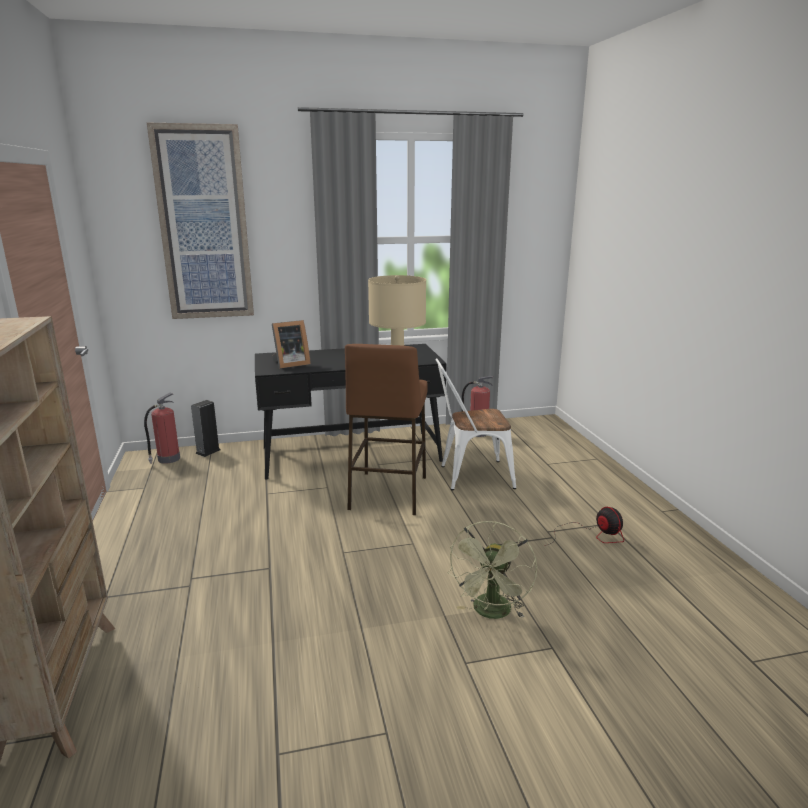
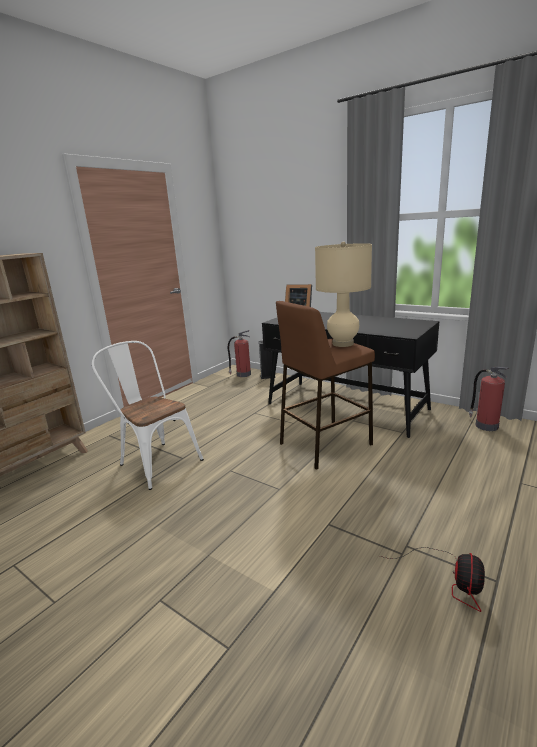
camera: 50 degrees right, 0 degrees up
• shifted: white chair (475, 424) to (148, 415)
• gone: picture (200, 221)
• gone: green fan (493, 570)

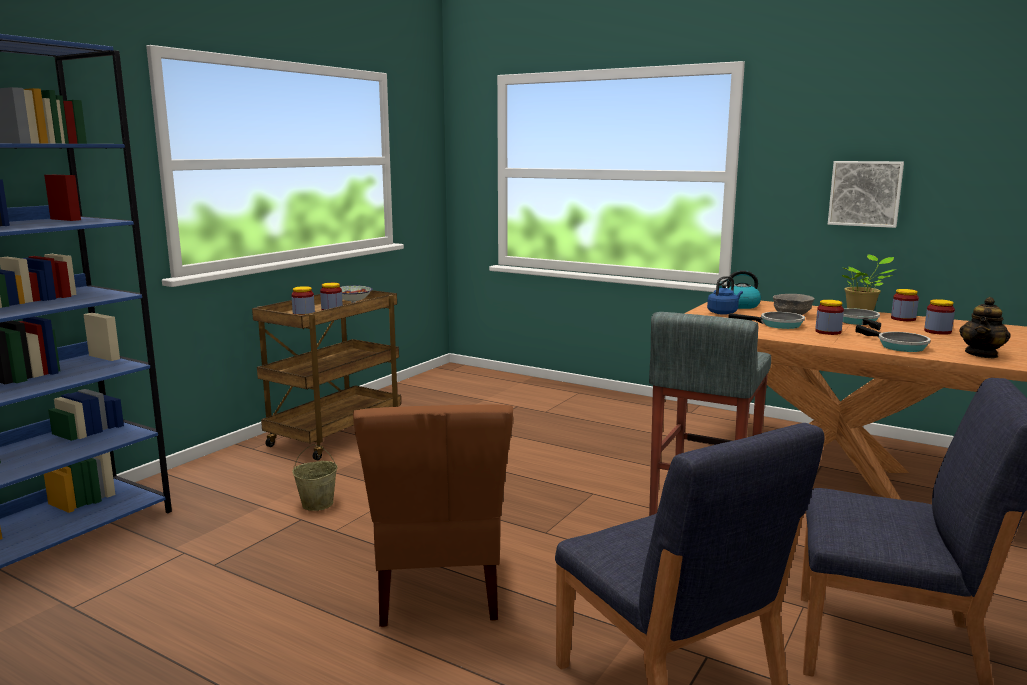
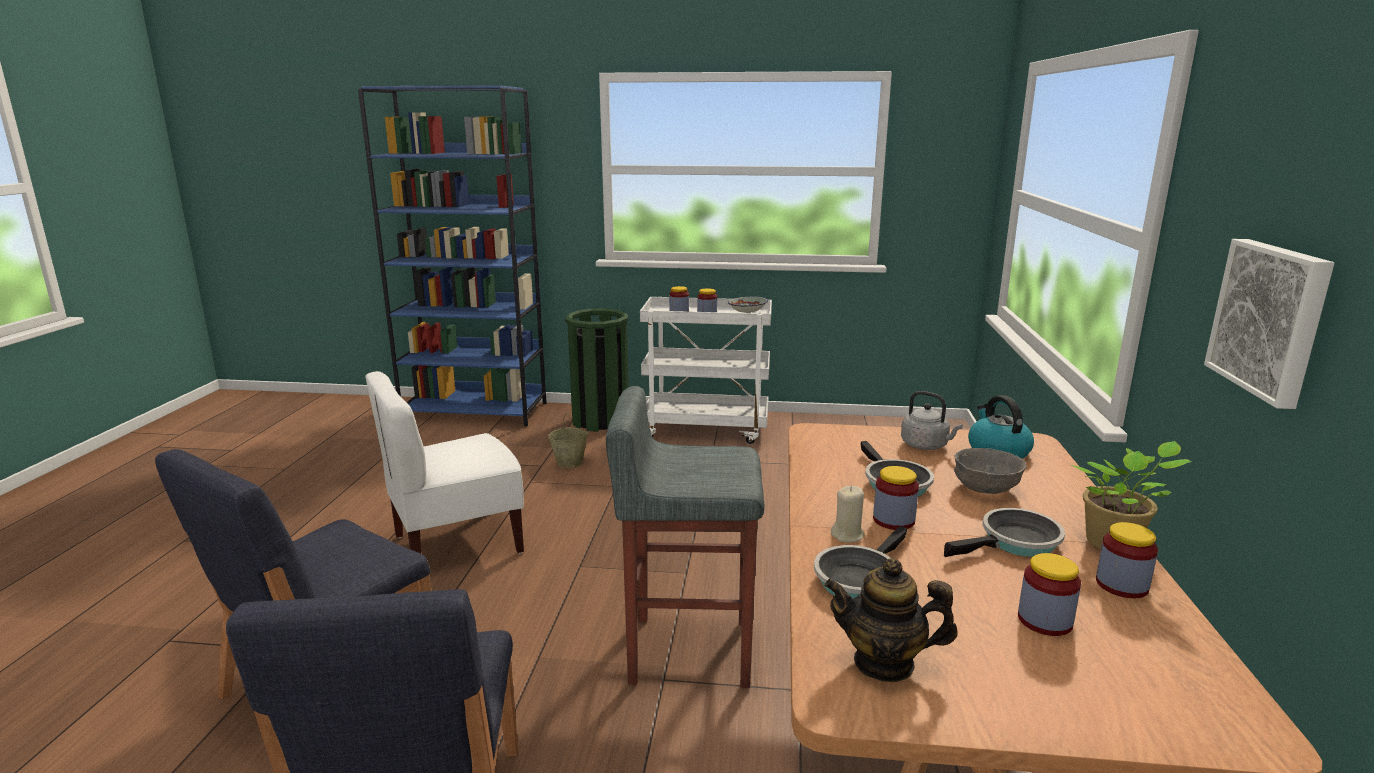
camera: 65 degrees right, 5 degrees up
• repainted: brown chair (433, 515) to white chair (444, 462)
• new: green trash can (597, 370)
• repainted: brown cart (326, 375) to white cart (706, 370)
• new: beige candle (848, 514)
• repainted: blue kettle (725, 295) to grey kettle (932, 420)

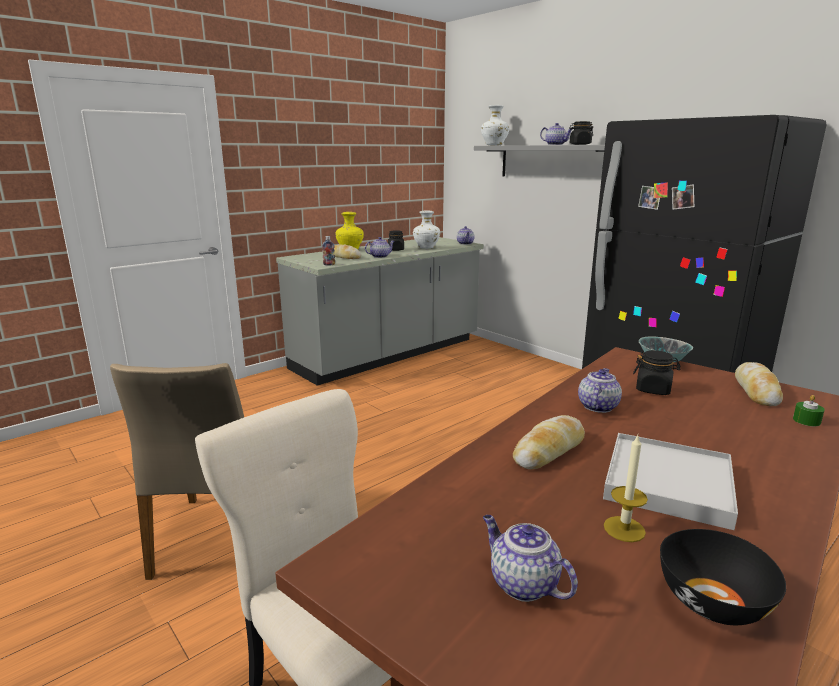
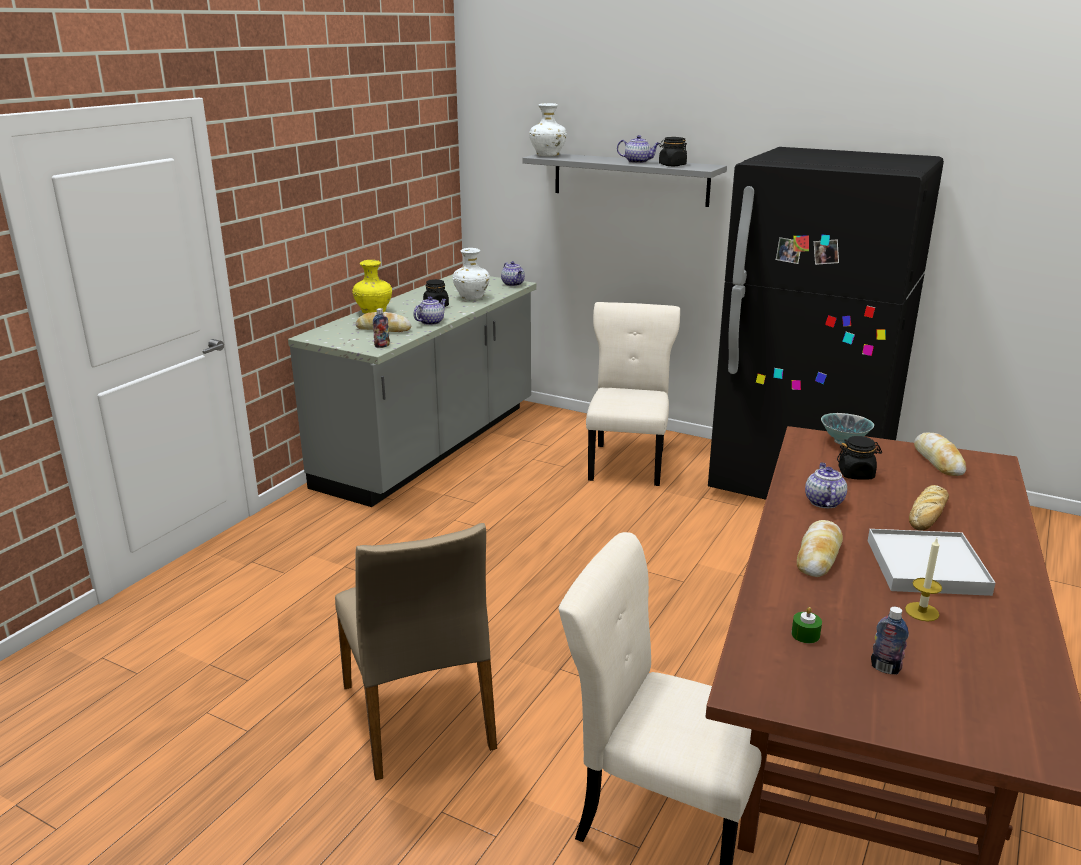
camera: 20 degrees left, 5 degrees up
• new: beige chair (633, 394)
• shifted: green candle (809, 410) to (806, 625)
• swapped: teapot (530, 558) to bottle (890, 641)
• new: bread (929, 507)
• gone: black bowl (723, 577)

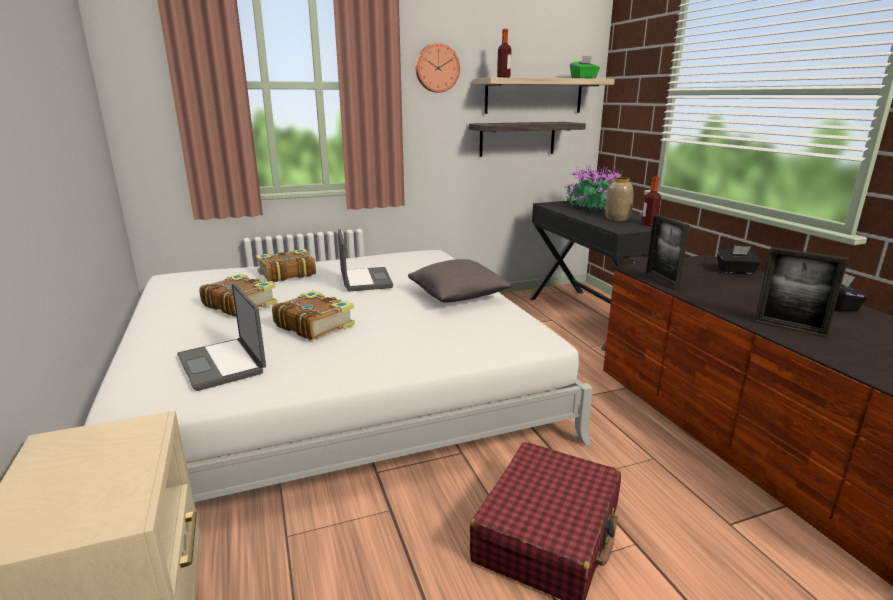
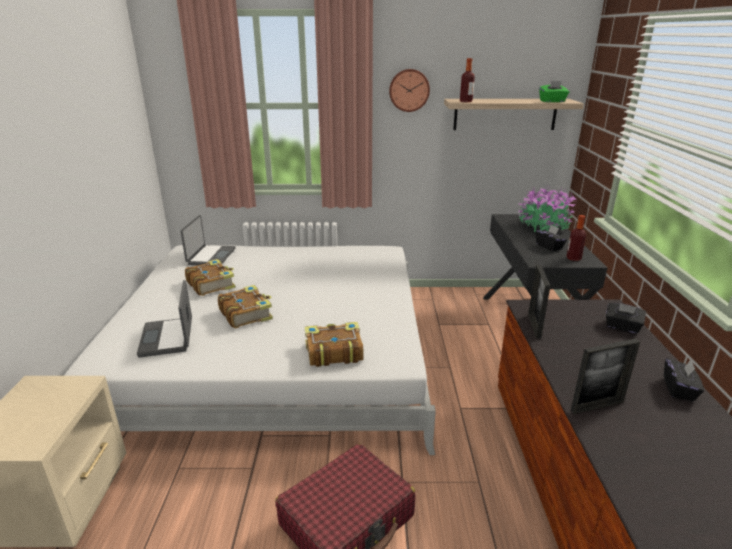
camera: 20 degrees right, 5 degrees up
• shifted: laptop (365, 260) to (208, 240)
• shifted: book (286, 265) to (334, 344)
• swapped: vase (619, 199) to black tissue box (551, 238)
• rotated: picture frame (801, 292) = (605, 376) 75 degrees counterclockwise
• gone: grey pillow (460, 281)
• gone: shelf (527, 139)

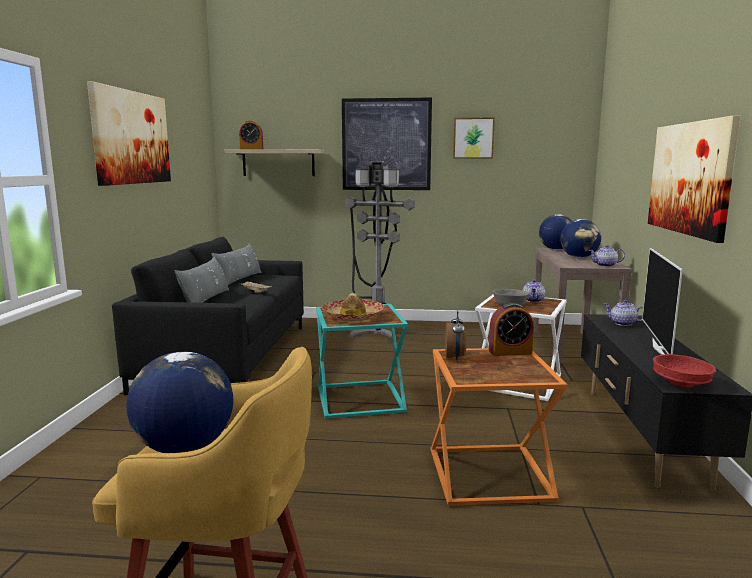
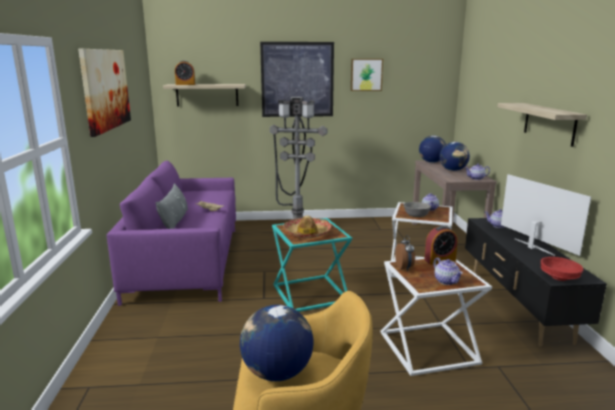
camera: 10 degrees left, 5 degrees up
• repainted: black sofa (208, 316) to purple sofa (171, 233)
• repainted: orange side table (499, 427) to white side table (436, 316)
• new: teapot (448, 271)
• swapped: picture (694, 179) to shelf (542, 125)
• rotated: television (662, 301) = (546, 215) 150 degrees clockwise
• gone: grey pillow (236, 264)

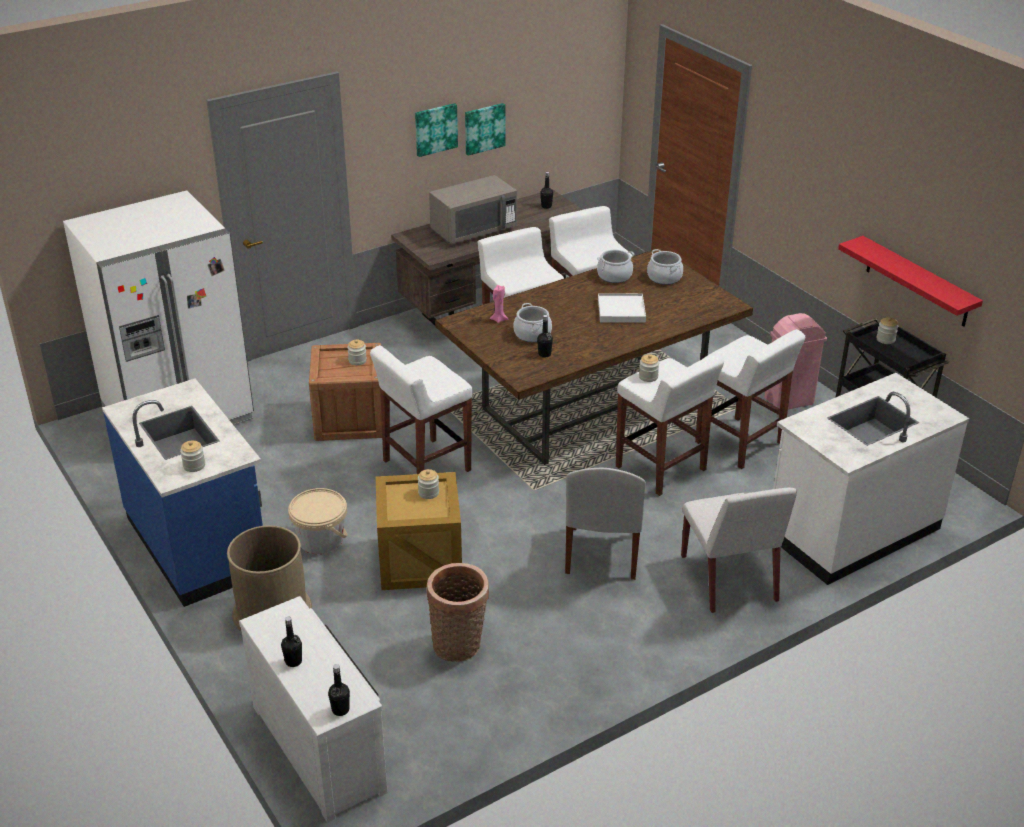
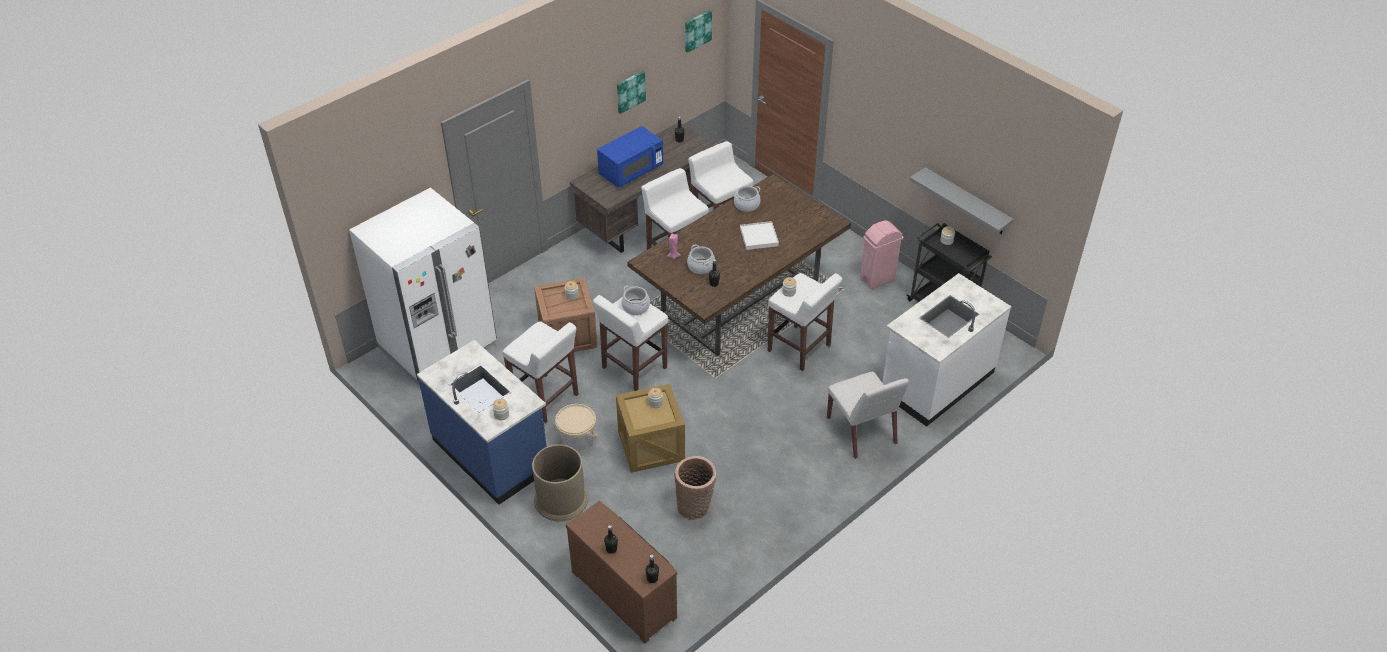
camera: 10 degrees left, 10 degrees up
• shifted: white stool (750, 399) to (540, 372)
• repainted: white dresser (313, 709) to brown dresser (621, 572)
• repainted: grey microwave (473, 209) to blue microwave (630, 157)
• shifted: cooking pot (665, 267) to (636, 300)
• shifted: picture (436, 130) to (698, 31)
• repainted: red shelf (910, 281) to grey shelf (962, 200)
• gone: white chair (605, 524)

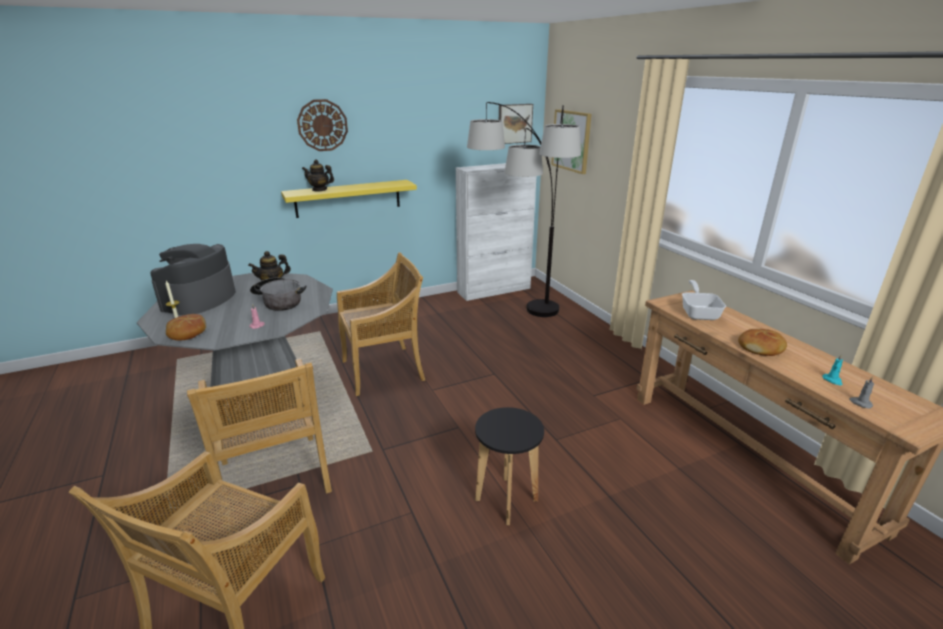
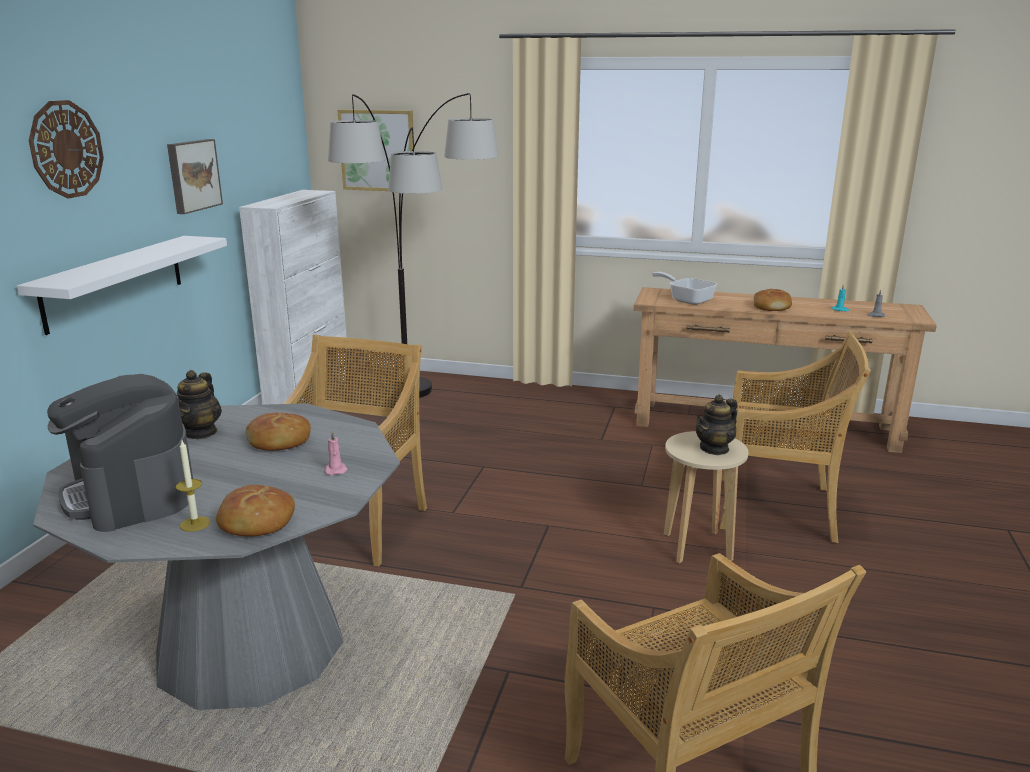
camera: 50 degrees left, 5 degrees down
• repainted: yellow shelf (349, 199) to white shelf (122, 285)
• shifted: picture (516, 124) to (195, 176)
• swapped: cooking pot (278, 294) to bread (278, 431)
• repainted: black stool (509, 466) to beige stool (706, 497)
• shifted: teapot (318, 175) to (716, 425)
• shifted: beige chair (259, 426) to (795, 437)

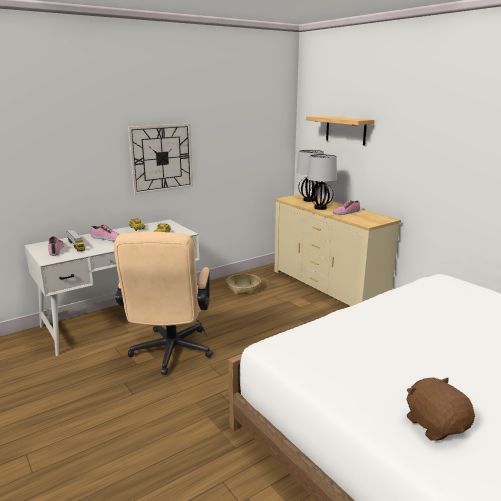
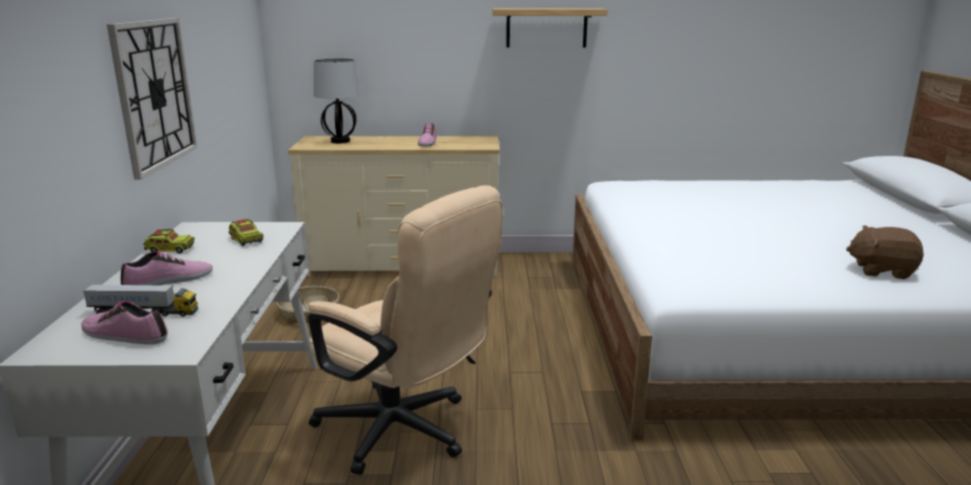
camera: 55 degrees left, 0 degrees up
• shifted: shelf (340, 130) to (550, 27)
• gone: table lamp (322, 182)

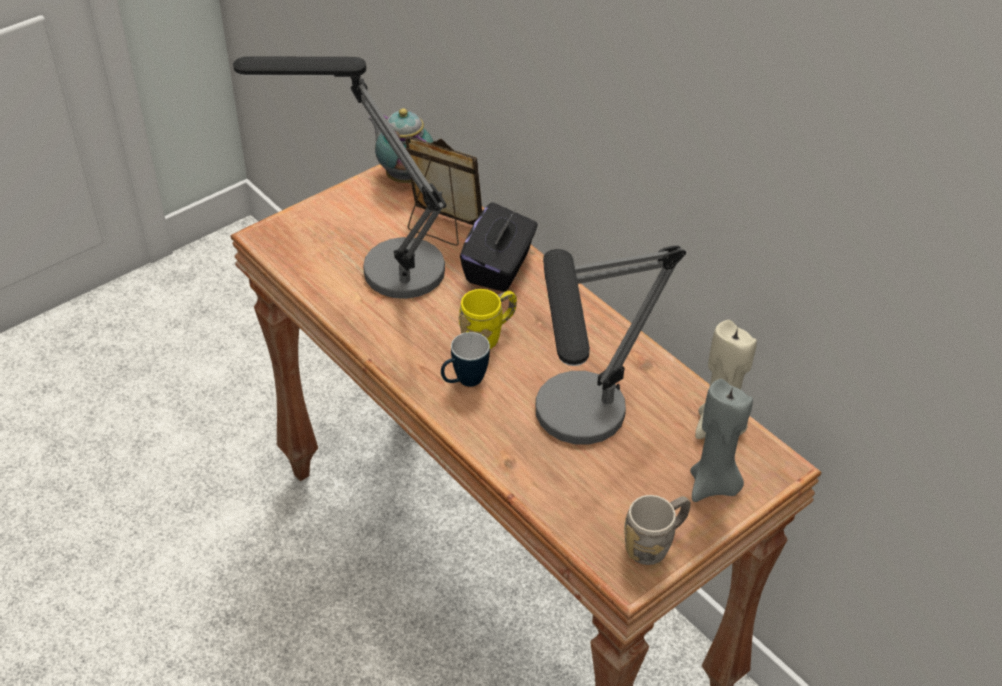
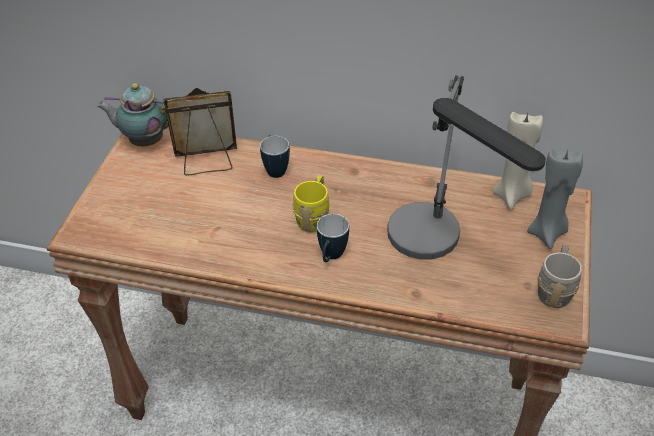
camera: 35 degrees left, 0 degrees up
• swapped: black tissue box (499, 247) to mug (275, 156)
• gone: table lamp (339, 177)

